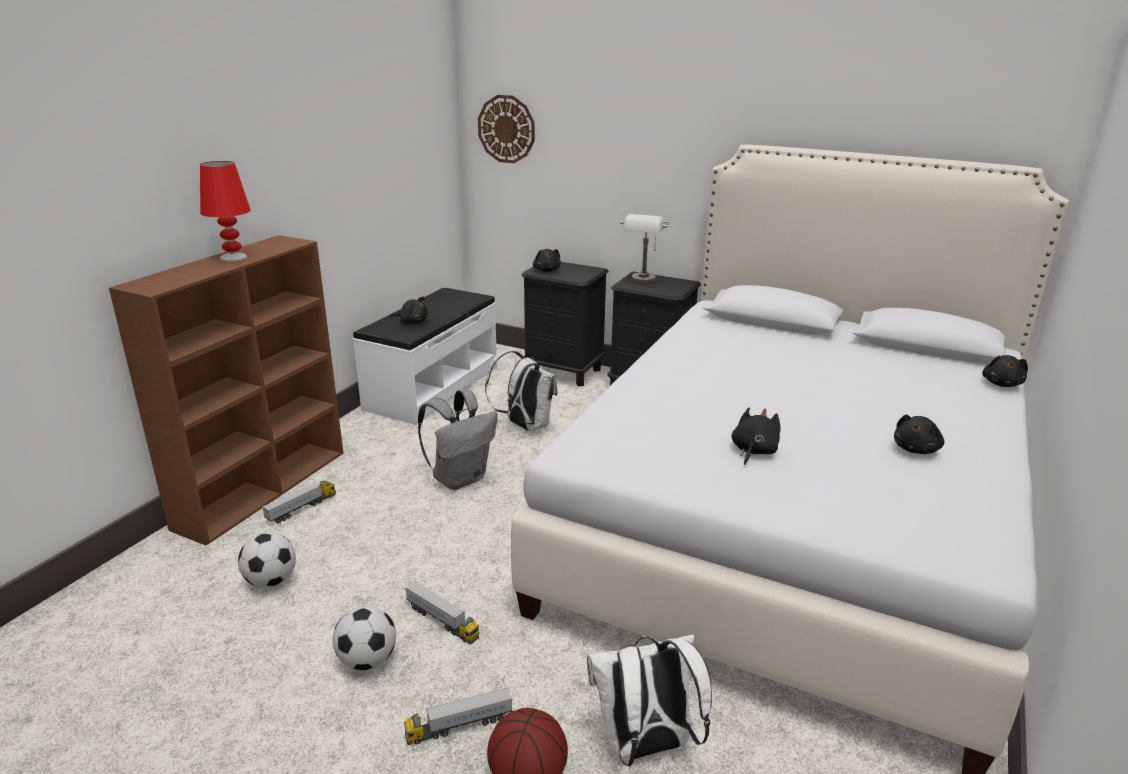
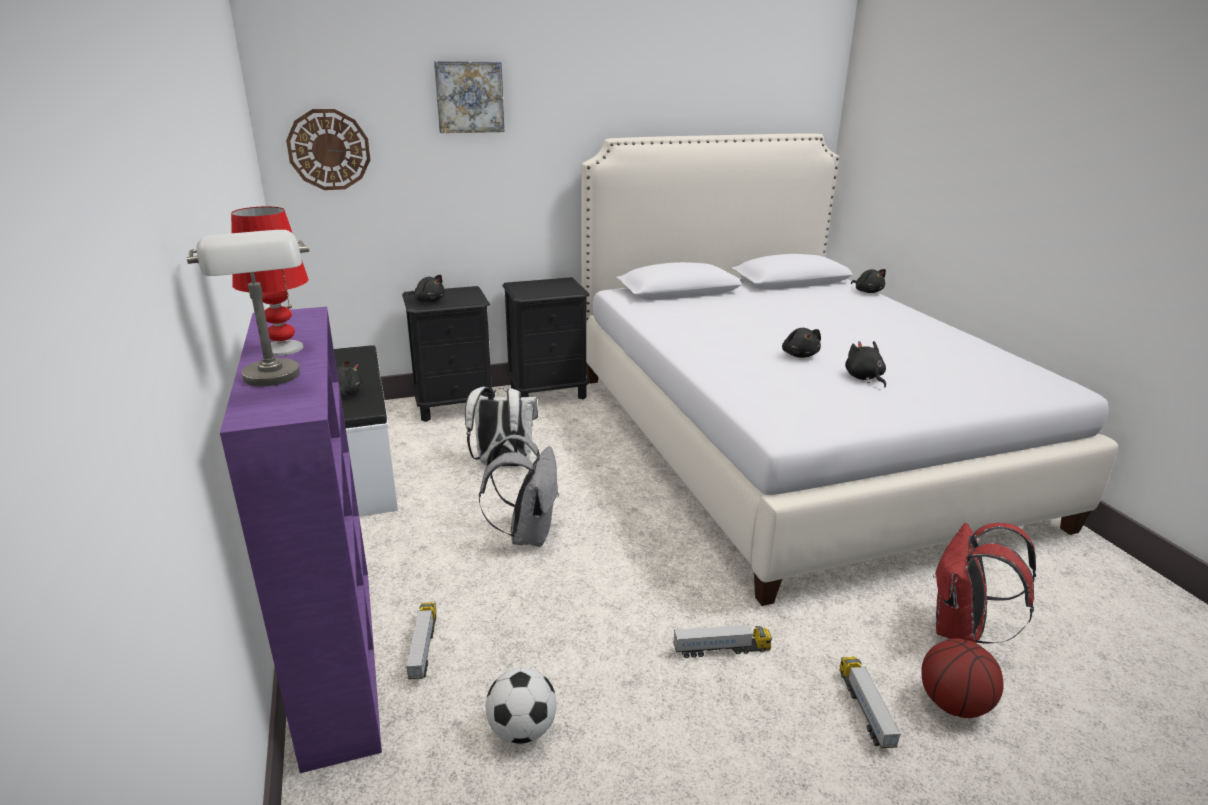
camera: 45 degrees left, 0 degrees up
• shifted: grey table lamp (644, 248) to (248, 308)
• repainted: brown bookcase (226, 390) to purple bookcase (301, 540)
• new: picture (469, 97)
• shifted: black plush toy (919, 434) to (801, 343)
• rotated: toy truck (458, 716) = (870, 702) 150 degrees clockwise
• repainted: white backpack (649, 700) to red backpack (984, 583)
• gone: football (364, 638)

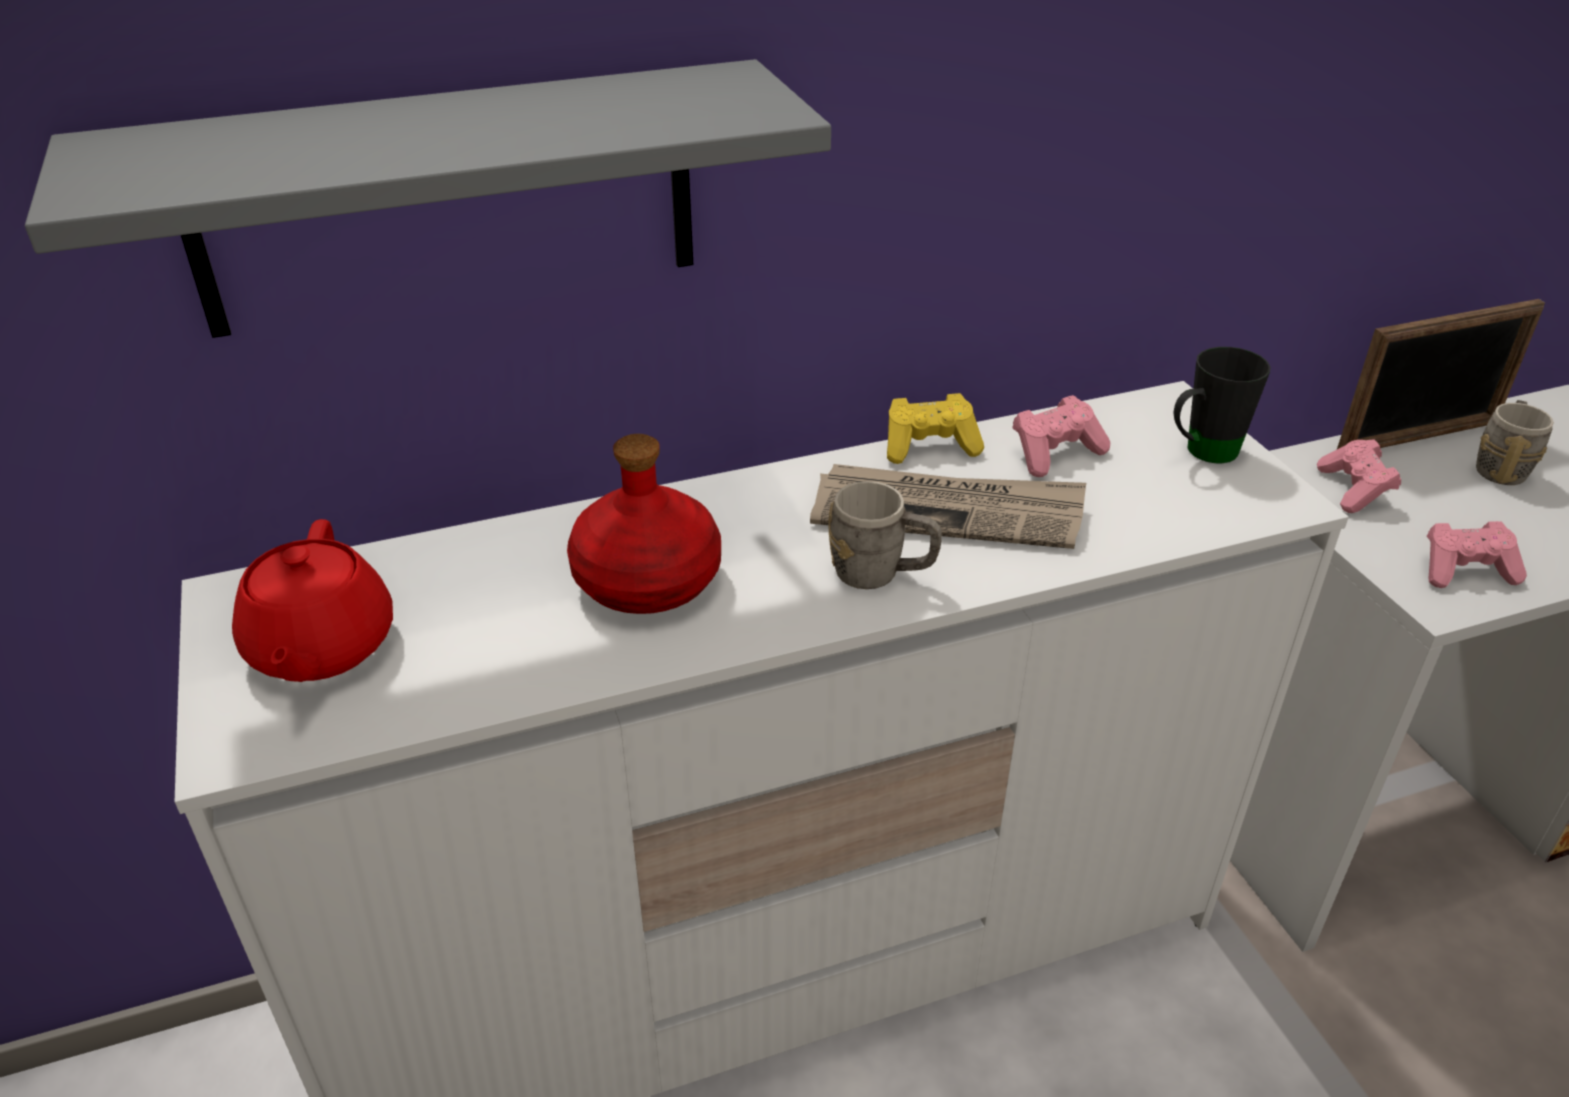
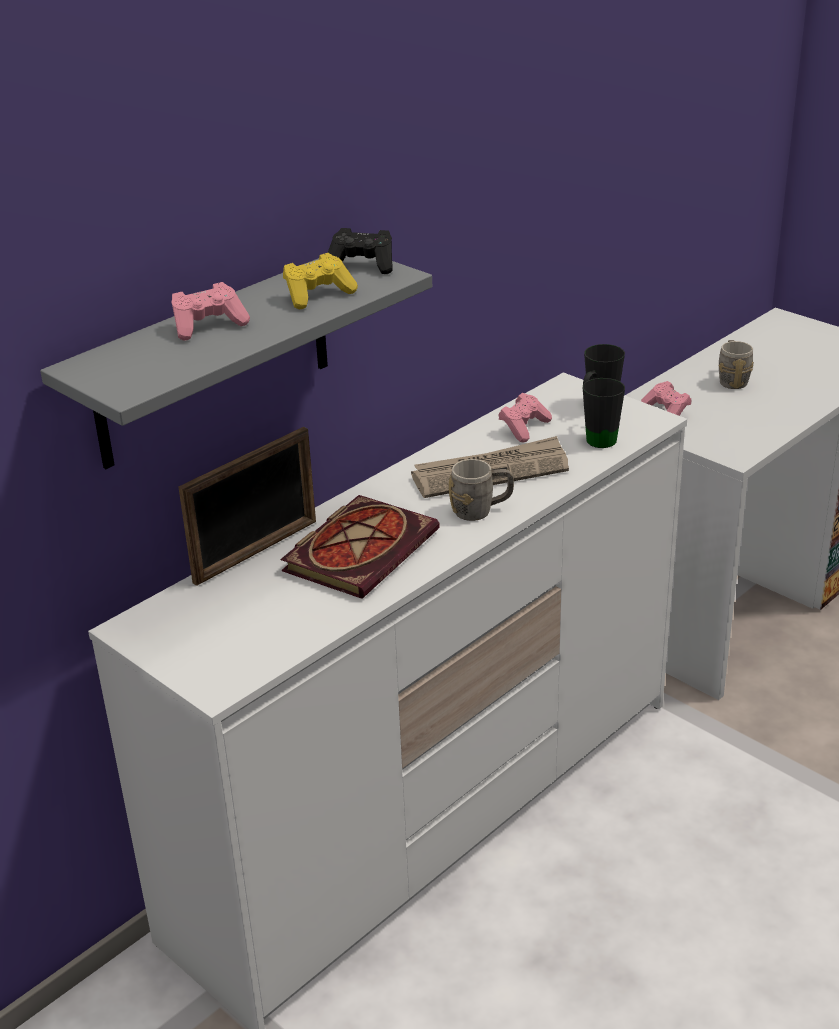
camera: 25 degrees left, 5 degrees down
• shifted: pink game controller (1477, 554) to (210, 311)
• shifted: picture frame (1441, 374) to (247, 506)
• swapped: red bottle (644, 524) to book (360, 547)
• shifted: yellow game controller (935, 428) to (320, 281)
• new: black game controller (360, 251)
• new: black mug (604, 413)
• gone: red teapot (312, 600)

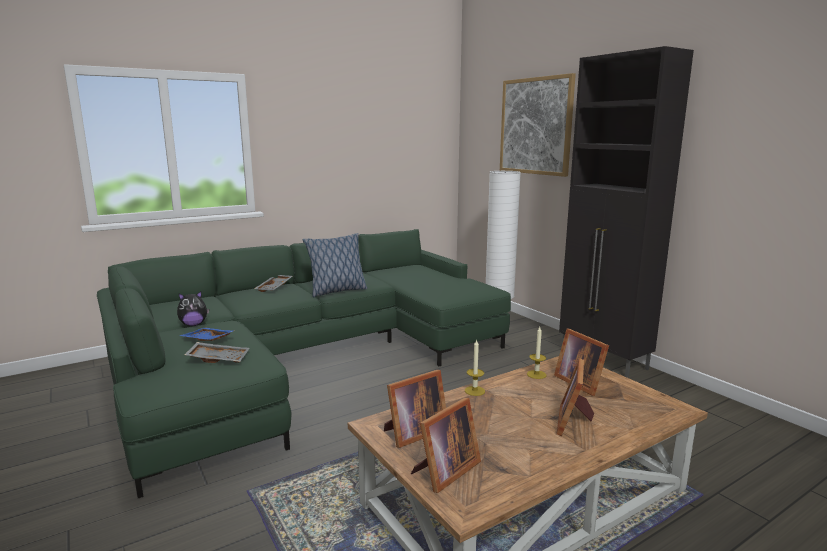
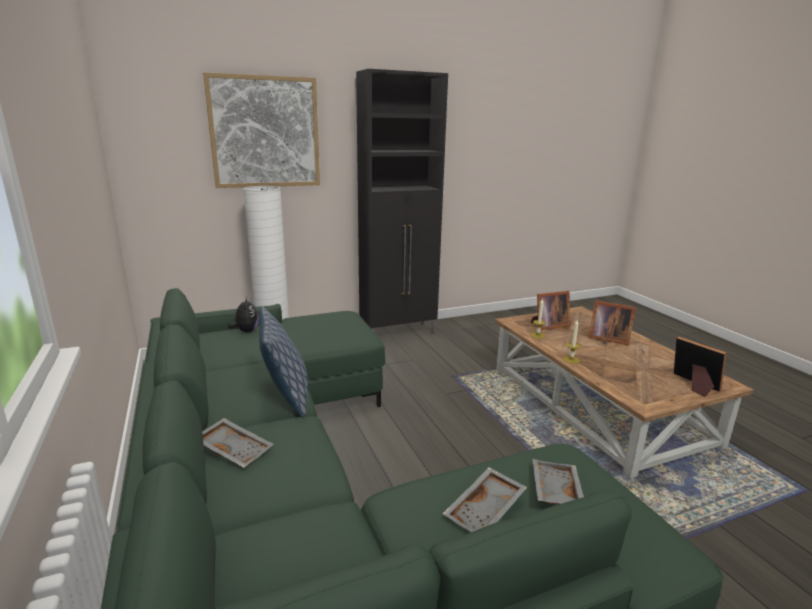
camera: 80 degrees left, 5 degrees up
• shifted: plush toy (193, 308) to (243, 315)
• repainted: blue tray (206, 334) to grey tray (485, 499)
• gone: picture frame (415, 409)

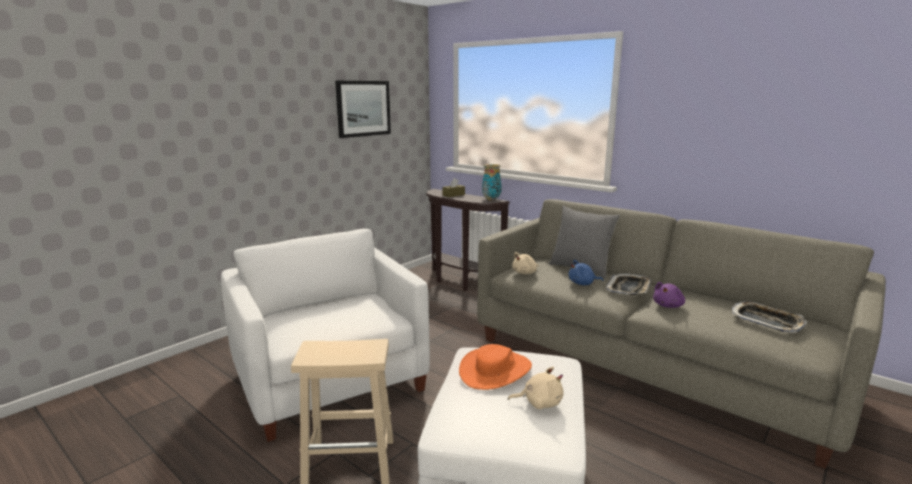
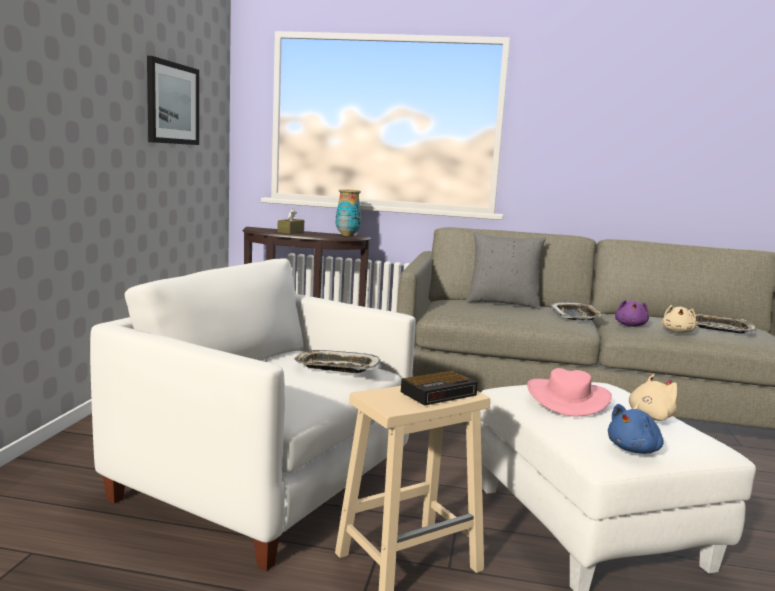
camera: 30 degrees left, 5 degrees down
• new: tray (338, 361)
• new: alarm clock (439, 388)
• repainted: orange hat (495, 367) to pink hat (569, 392)
• shifted: blue plush toy (586, 272) to (636, 429)
• shifted: beige plush toy (525, 263) to (679, 319)

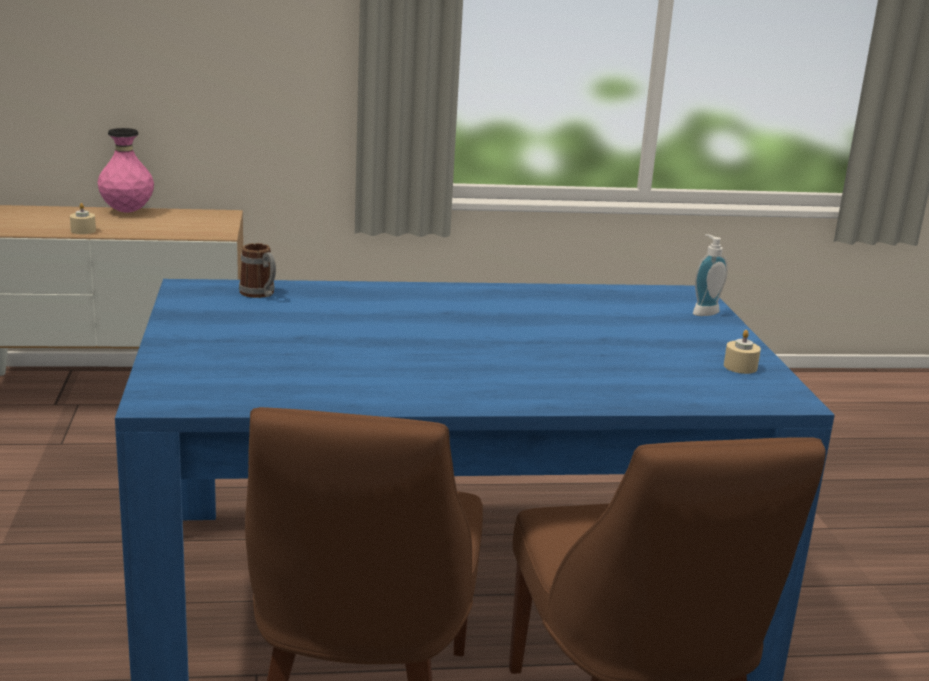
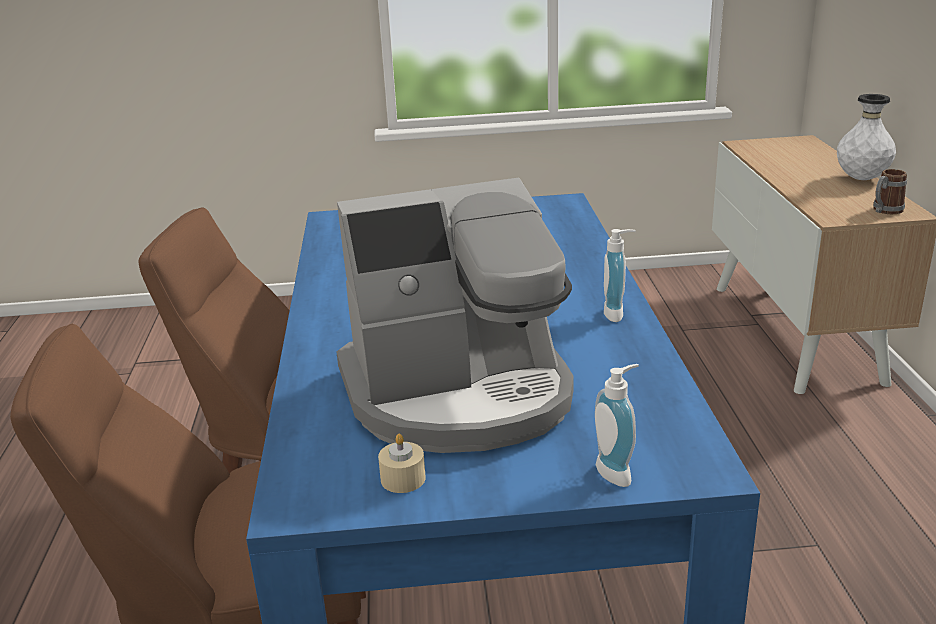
camera: 95 degrees right, 5 degrees up
• new: coffee machine (455, 315)
• new: soap dispenser (620, 275)
• repainted: pink vase (125, 170) to white vase (866, 137)
• shifted: mug (257, 270) to (890, 191)
• gone: beige candle (83, 218)

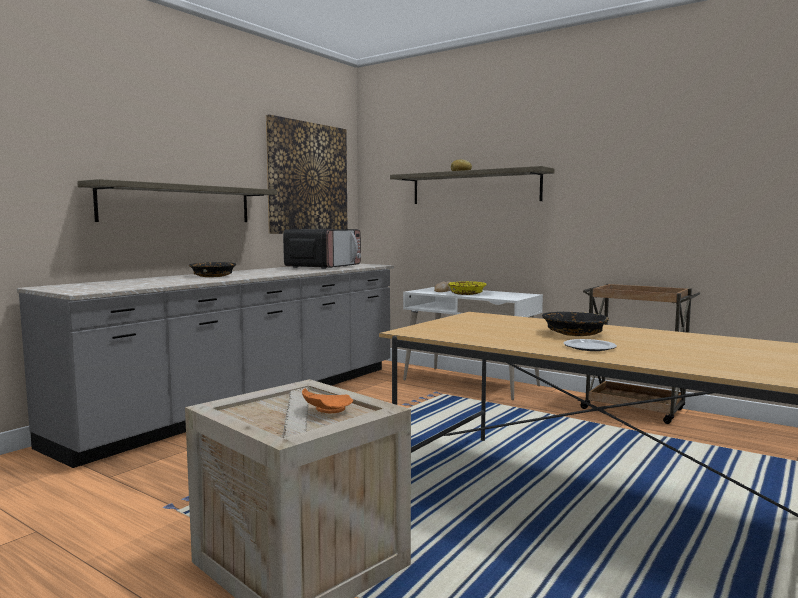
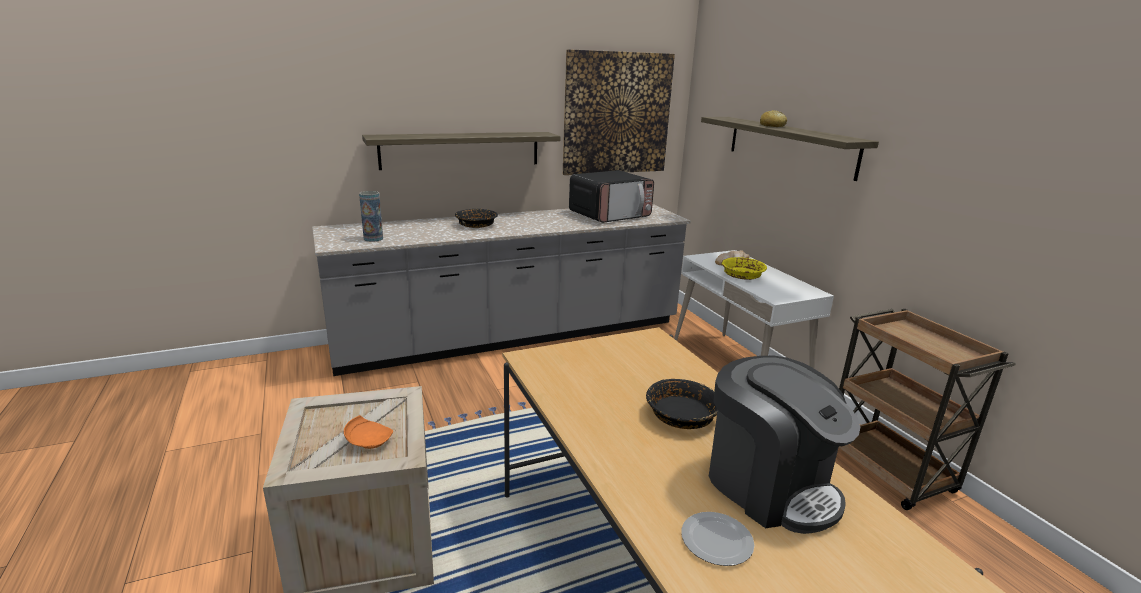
camera: 30 degrees right, 15 degrees up
• new: vase (371, 216)
• shifted: plate (590, 345) to (718, 539)
• new: coffee machine (784, 445)

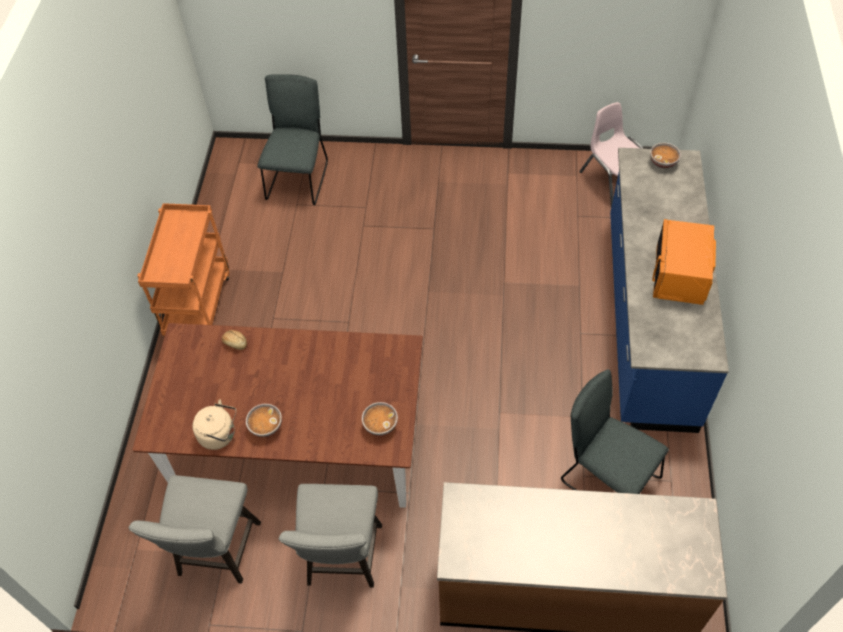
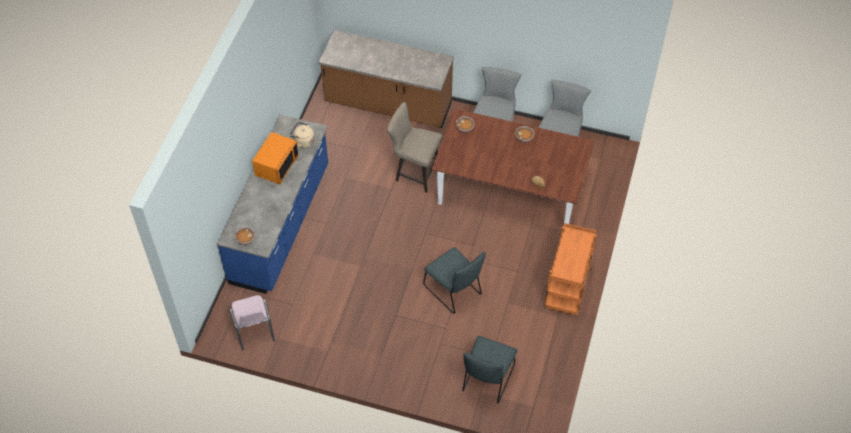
camera: 170 degrees left, 0 degrees up
• shifted: beige kettle (214, 424) to (302, 135)
• new: beige stool (415, 147)
• shifted: grey chair (615, 431) to (454, 280)

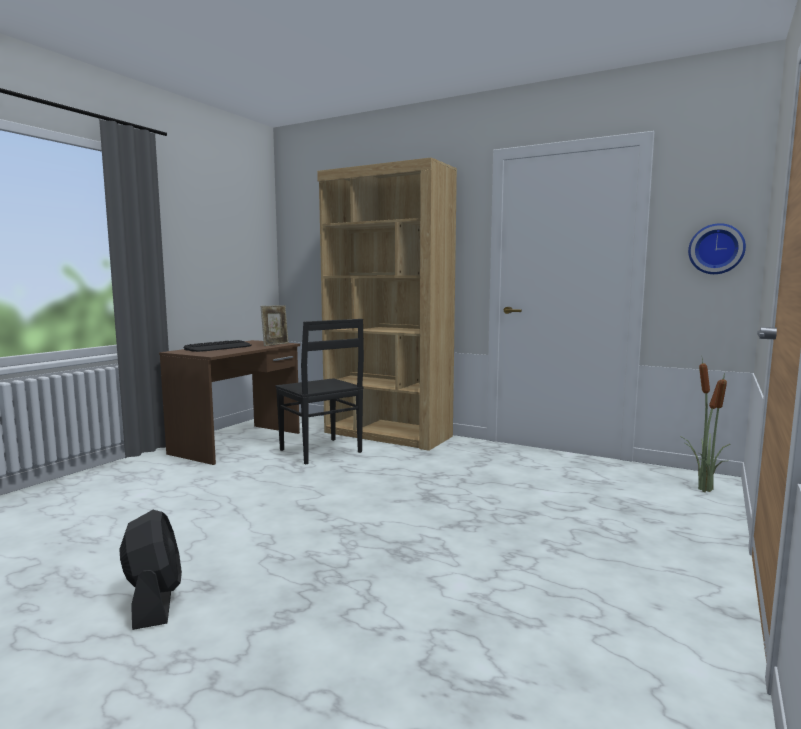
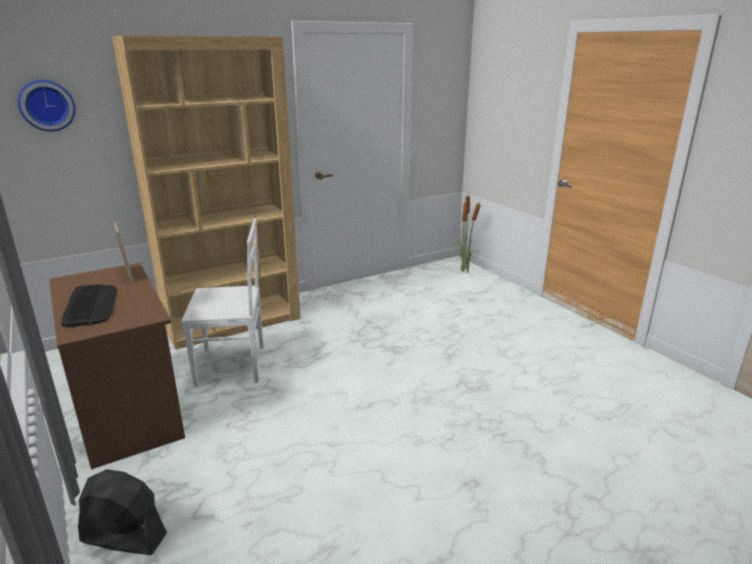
camera: 60 degrees left, 15 degrees up
• shifted: wall clock (717, 248) to (47, 106)
• shifted: black fan (150, 570) to (122, 512)
• repainted: black chair (319, 391) to white chair (222, 302)

